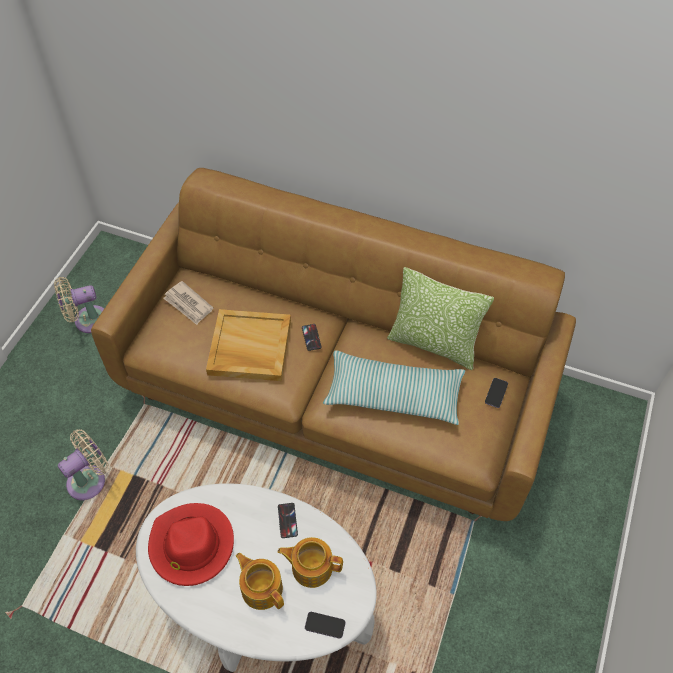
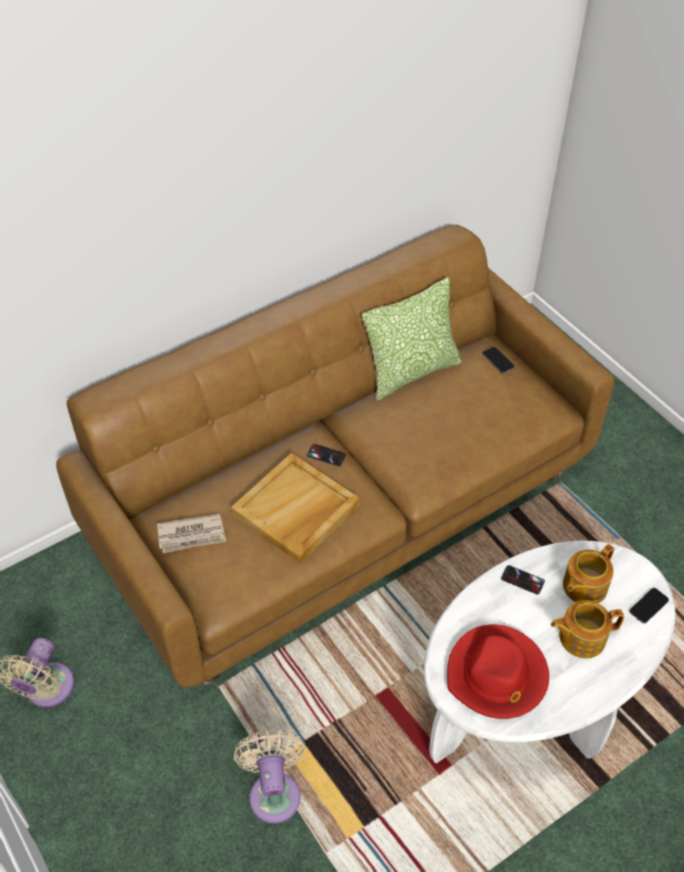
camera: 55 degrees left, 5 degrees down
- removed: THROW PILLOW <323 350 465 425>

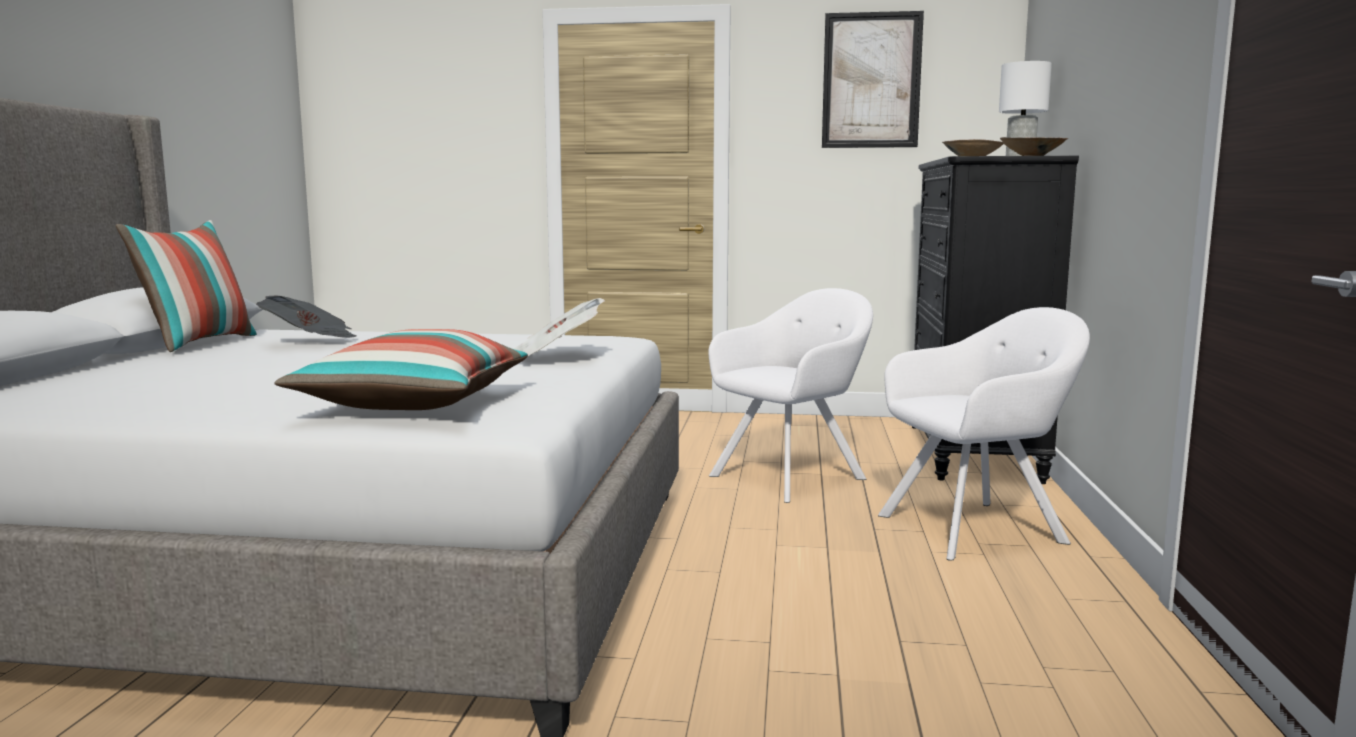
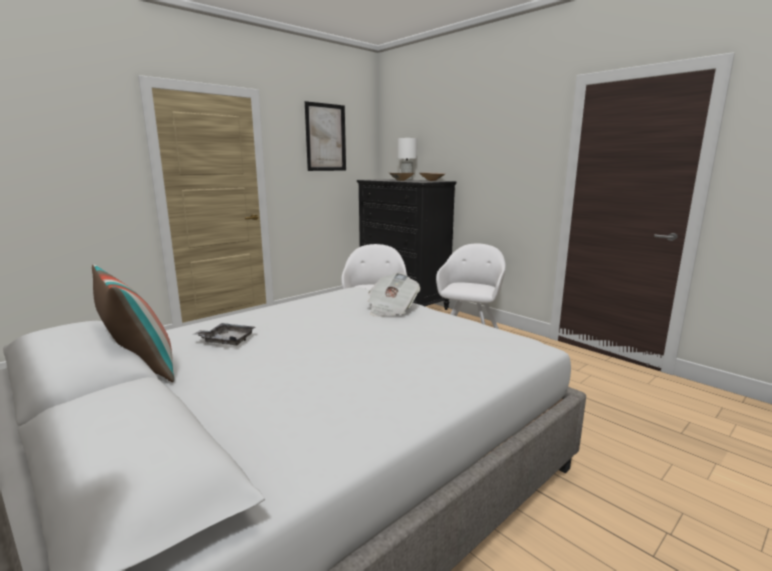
camera: 50 degrees left, 5 degrees up
- replaced: DAILY PAPER <256 296 356 338> to GRAY SERVING TRAY <193 323 255 346>
- removed: THROW PILLOW <274 329 528 410>

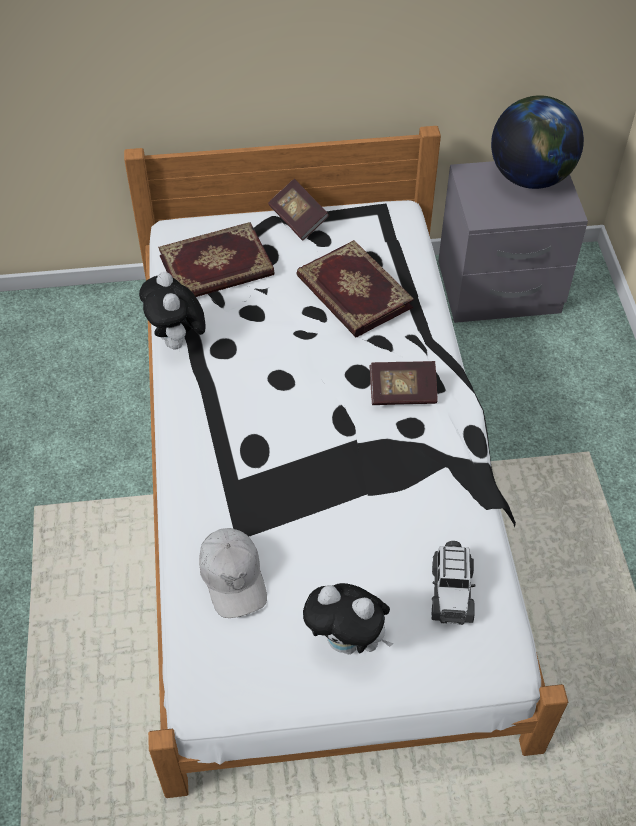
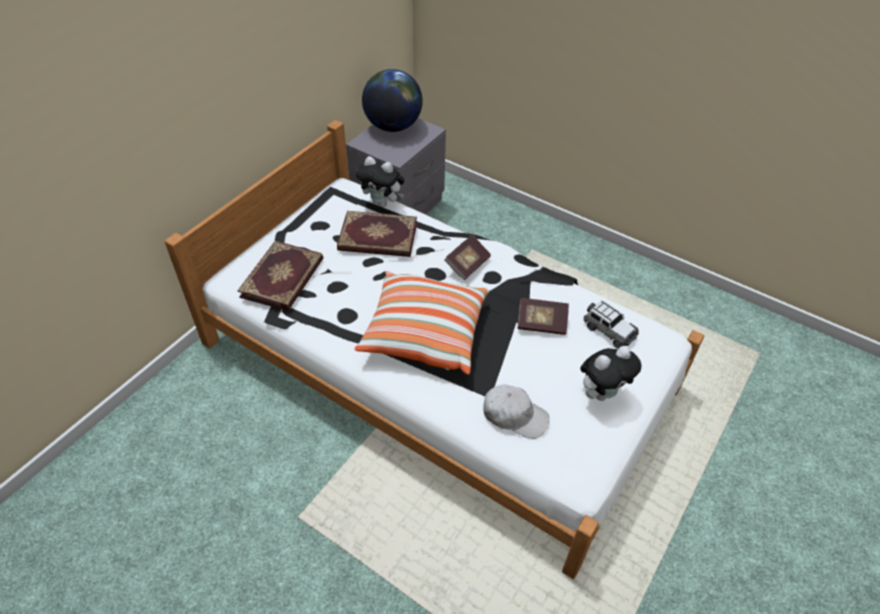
camera: 50 degrees left, 5 degrees down
- added: THROW PILLOW <354 271 488 375>
- moved: CUDDLY TOY <139 272 206 352> to <356 156 404 207>
- moved: VOLUME <268 179 329 241> to <518 298 569 335>

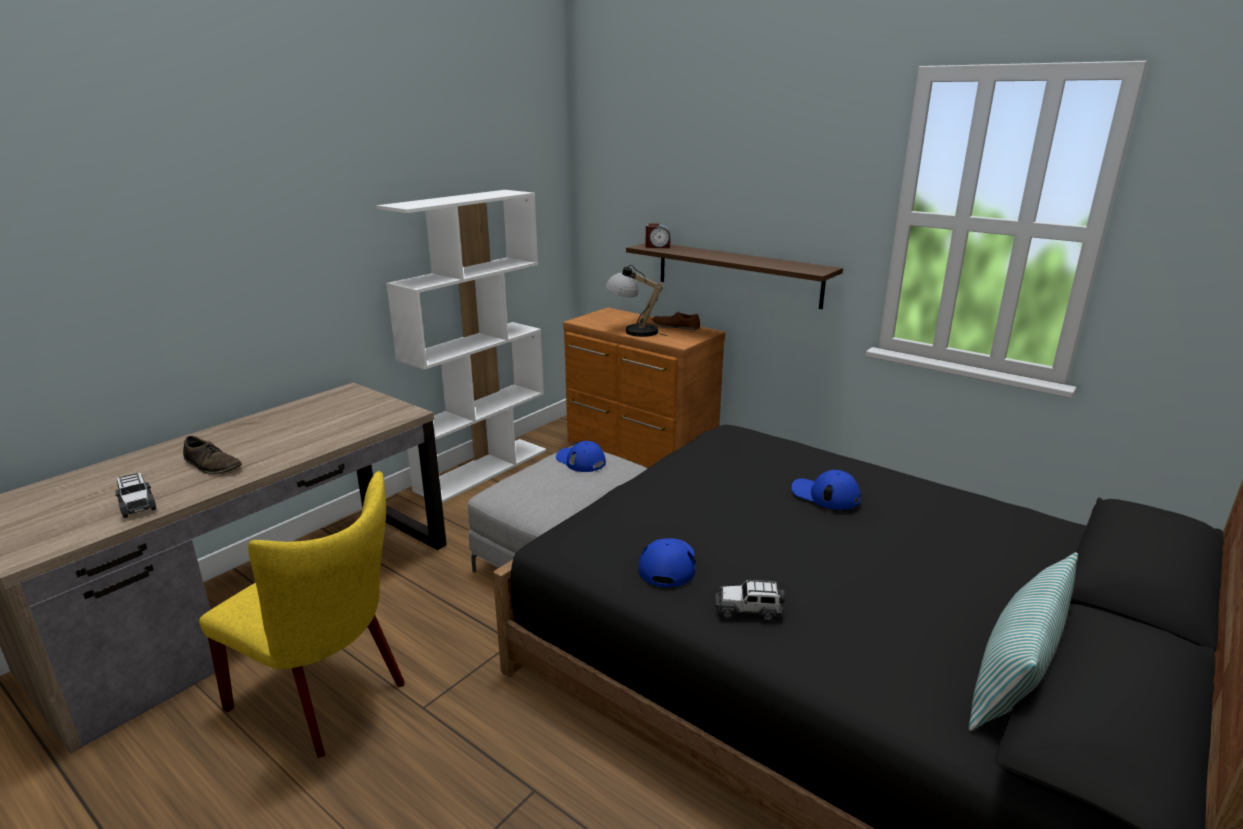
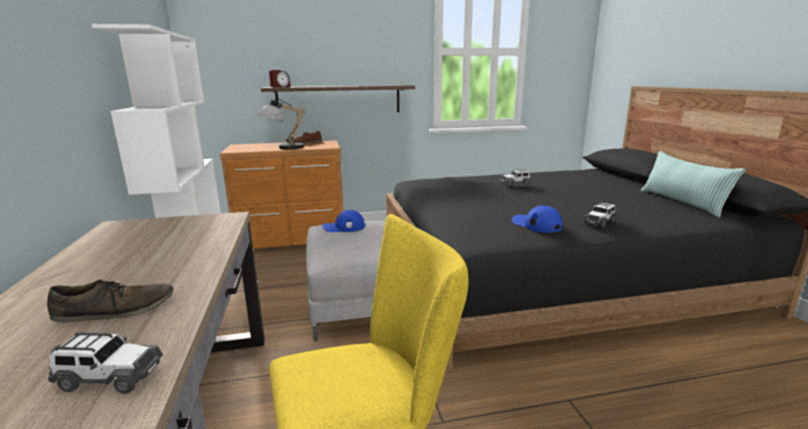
camera: 50 degrees left, 5 degrees down
- replaced: BLUE-COLOURED CAP <792 470 861 510> to MINIATURE CAR <500 169 531 186>

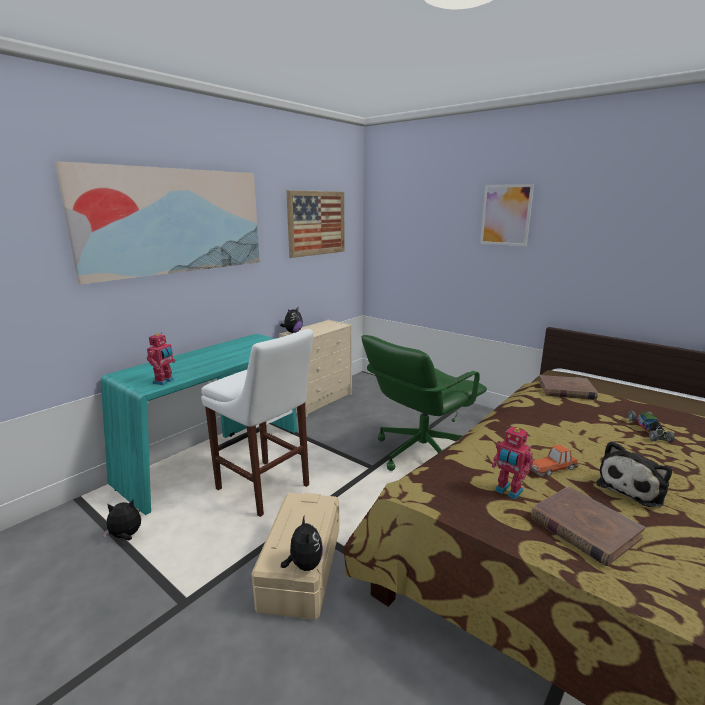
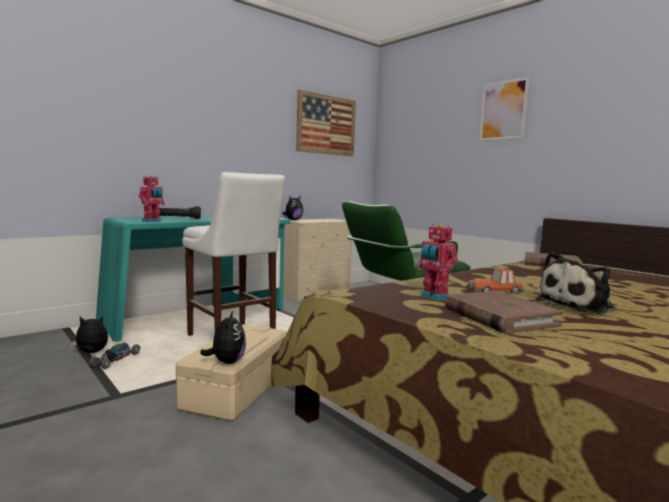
camera: 10 degrees right, 10 degrees down
- moved: MINIATURE CAR <628 411 675 442> to <89 342 140 369>
- added: BLACK TORCH <160 206 201 219>
- removed: WALL PICTURE <55 161 260 284>

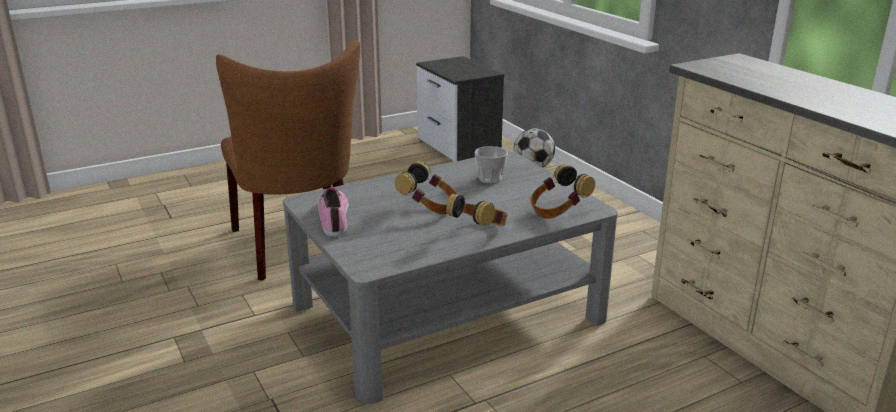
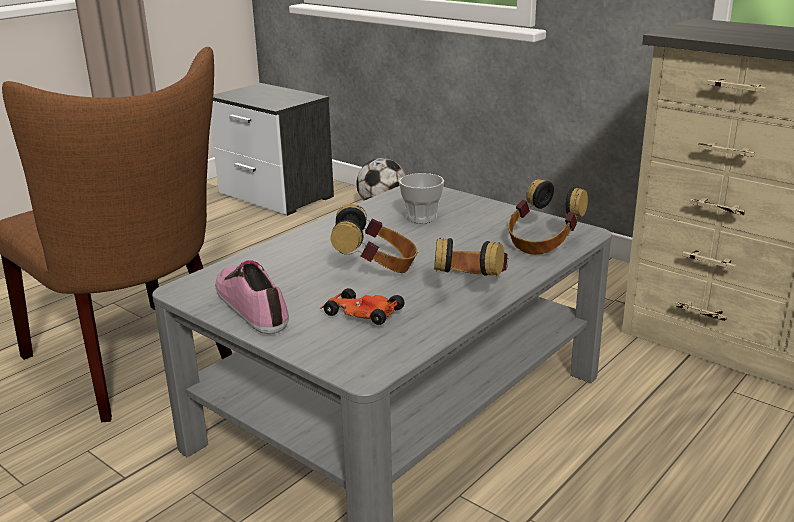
camera: 20 degrees left, 0 degrees up
- added: MINIATURE CAR <319 288 405 325>

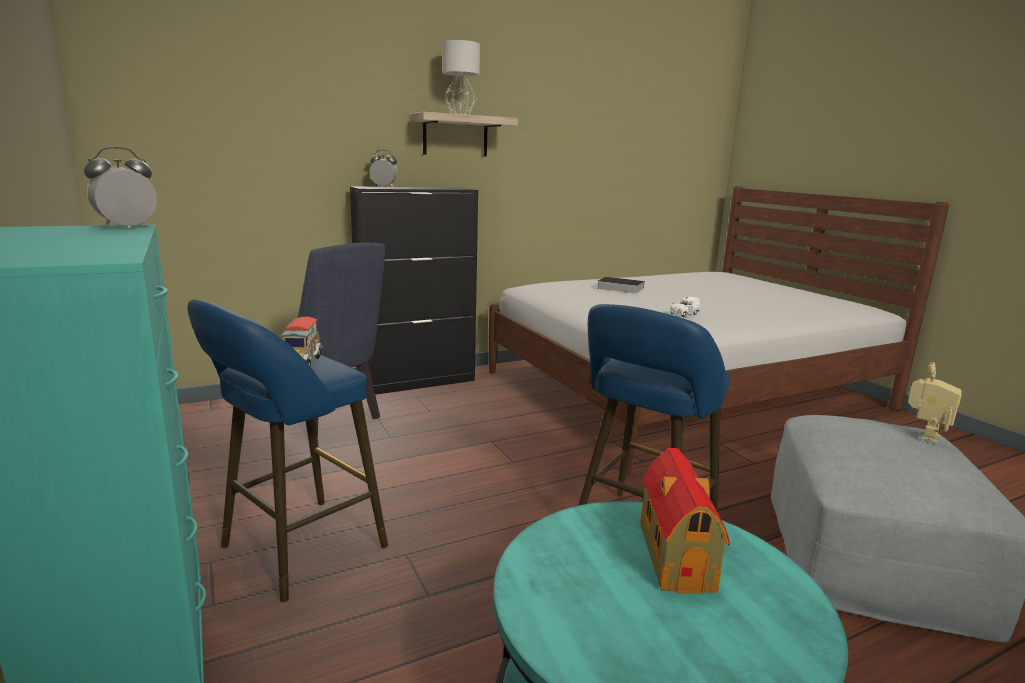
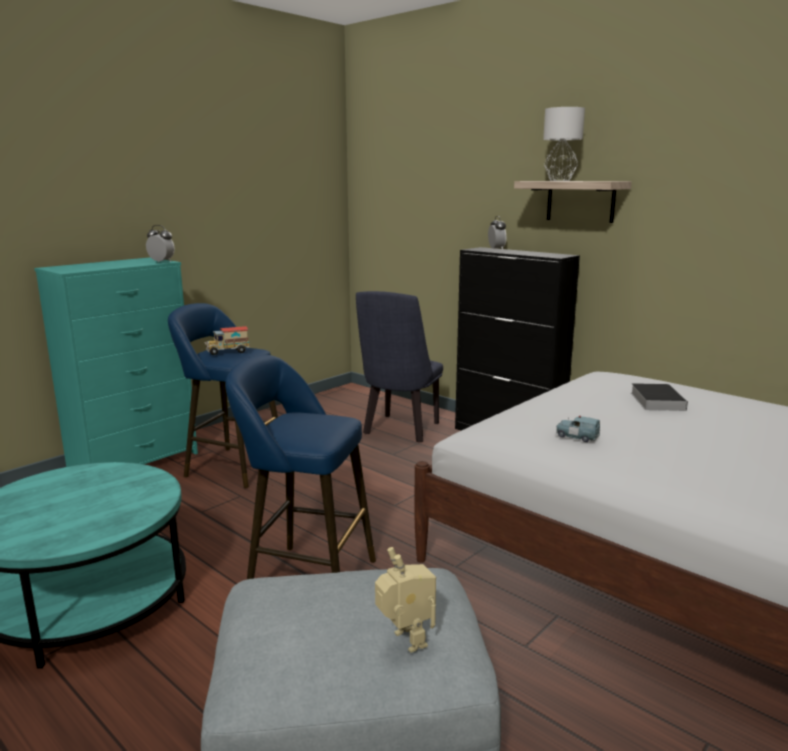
camera: 70 degrees right, 0 degrees up
- turned: MODEL ROBOT <908 362 962 444> = <375 547 436 653> 135 degrees counterclockwise
- recoloured: WHITE MINIATURE CAR <670 297 700 317> to BLUE-COLOURED MINIATURE CAR <556 415 600 442>
- removed: TOY HOUSE <640 448 730 594>

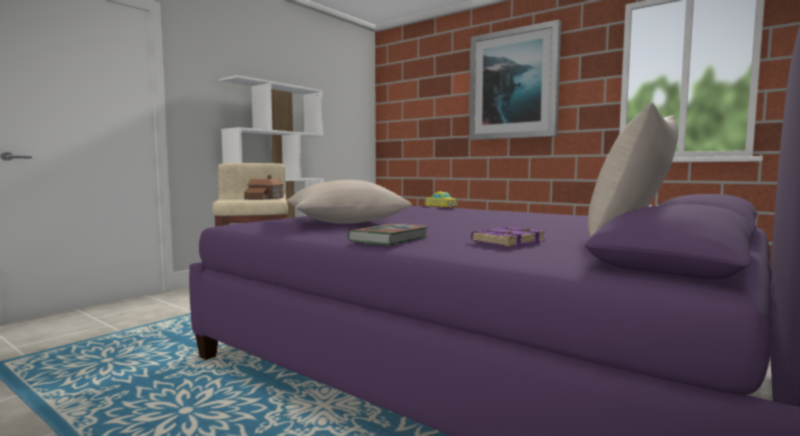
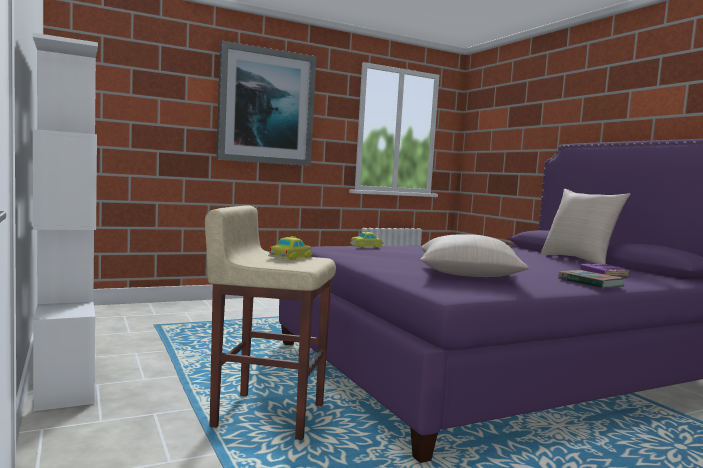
camera: 65 degrees left, 0 degrees up
- replaced: TOY HOUSE <244 175 284 200> to MINIATURE CAR <268 236 312 260>

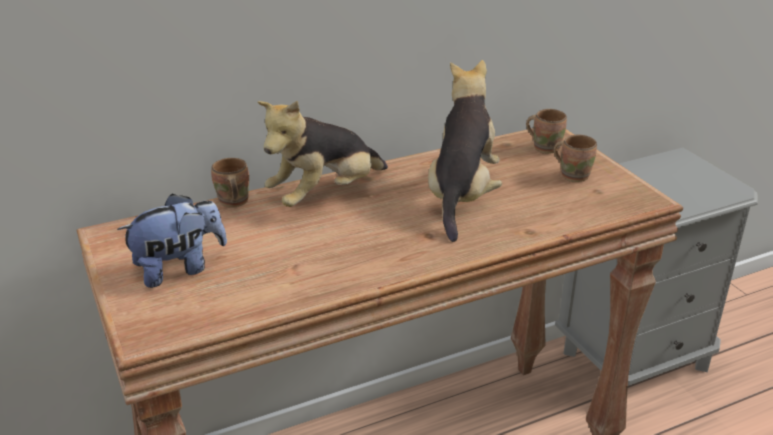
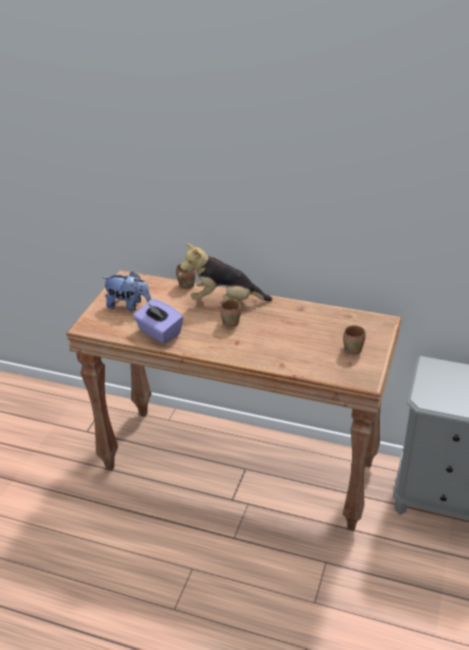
camera: 45 degrees right, 5 degrees up
- added: PURPLE TISSUE BOX <133 299 183 344>
- moved: BROWNISH MUG <526 109 567 154> to <220 299 241 328>
- removed: CUDDLY TOY <428 60 502 242>

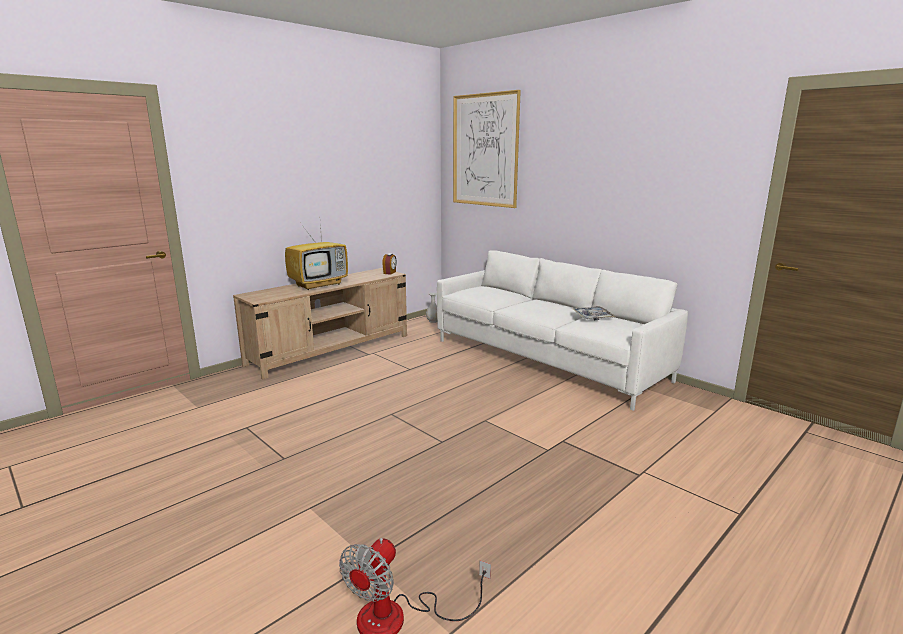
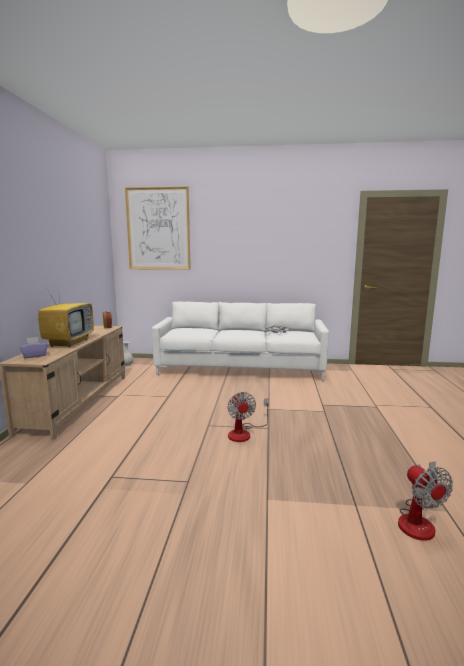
camera: 40 degrees left, 5 degrees down
- added: PURPLE TISSUE BOX <20 337 48 358>
- added: ELECTRIC FAN <227 392 269 442>

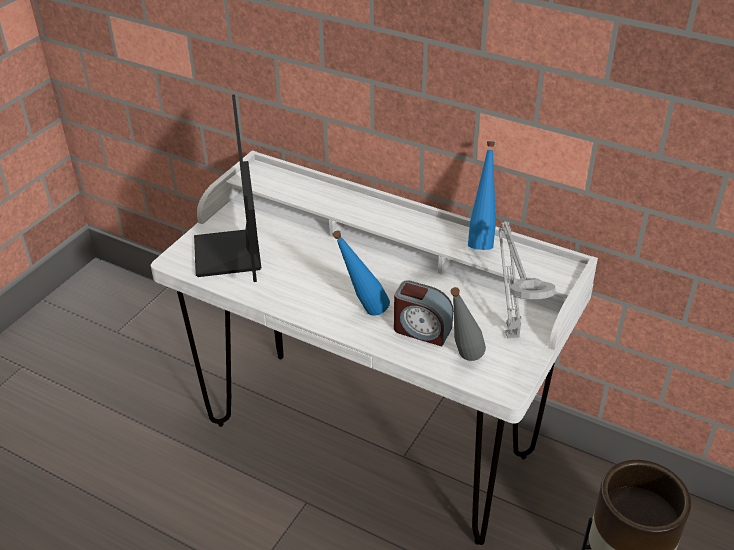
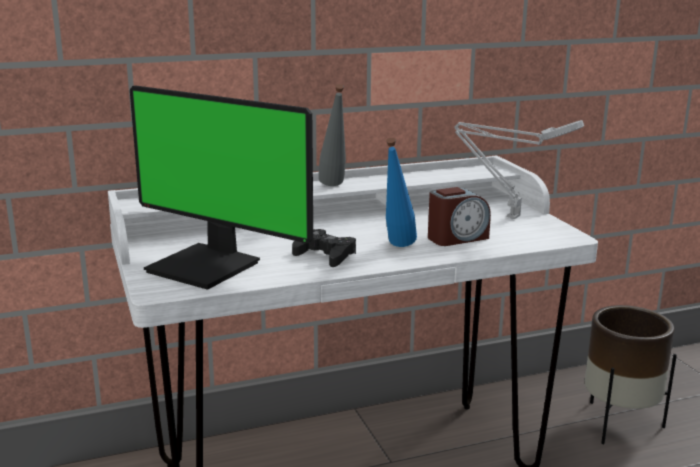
camera: 50 degrees left, 20 degrees down
- added: BLACK GAMEPAD <292 229 356 267>
- moved: GRAY BOTTLE <450 287 486 361> to <318 84 346 186>
- removed: BLUE-COLOURED BOTTLE <468 141 496 250>

